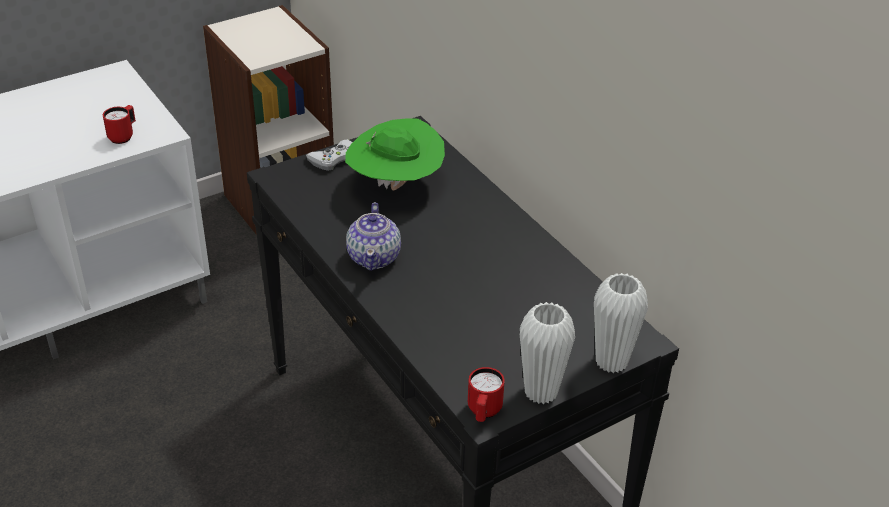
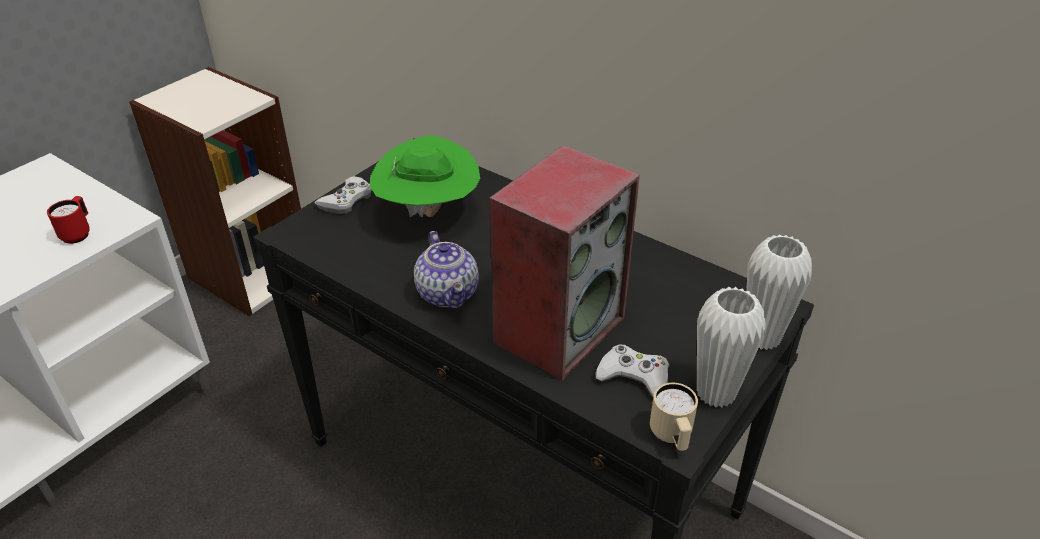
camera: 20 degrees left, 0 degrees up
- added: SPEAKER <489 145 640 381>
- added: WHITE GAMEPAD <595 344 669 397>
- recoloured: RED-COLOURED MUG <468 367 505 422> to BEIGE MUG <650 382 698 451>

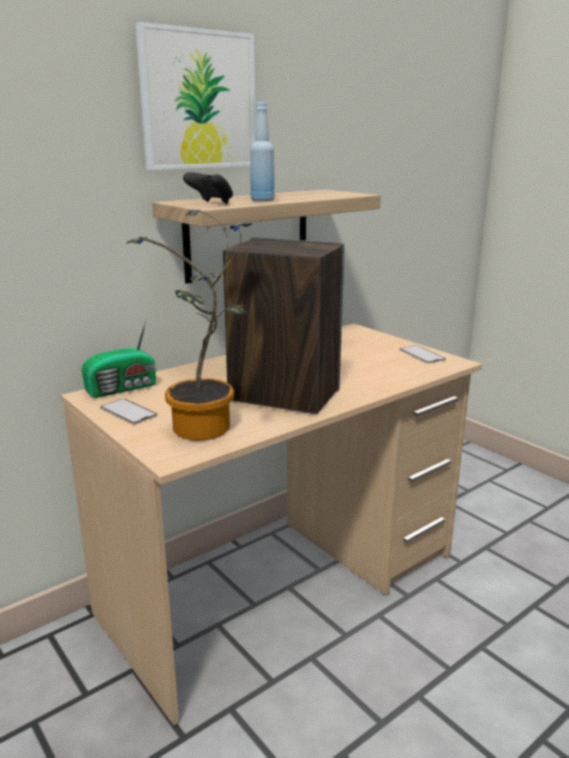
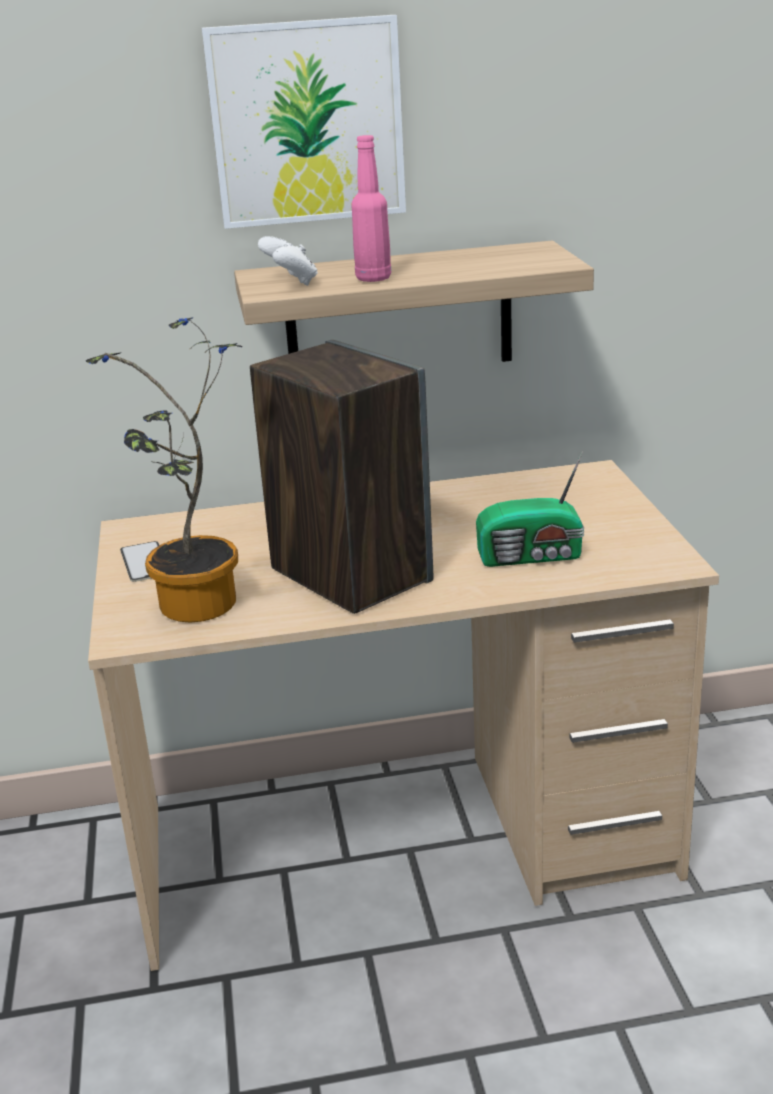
camera: 30 degrees right, 5 degrees up
- recoloured: BLACK GAMEPAD <183 172 233 204> to WHITE GAMEPAD <258 236 318 286>
- recoloured: BLUE-COLOURED BOTTLE <250 102 275 202> to PINKISH BOTTLE <351 135 391 282>
- moved: RADIO RECEIVER <82 316 157 398> to <476 451 584 567>
- removed: PHONE <400 345 446 363>

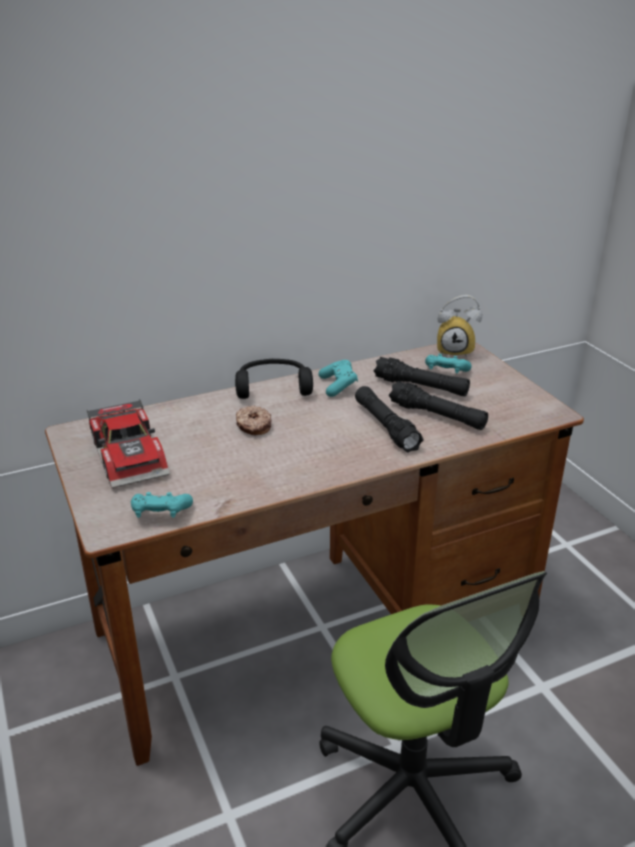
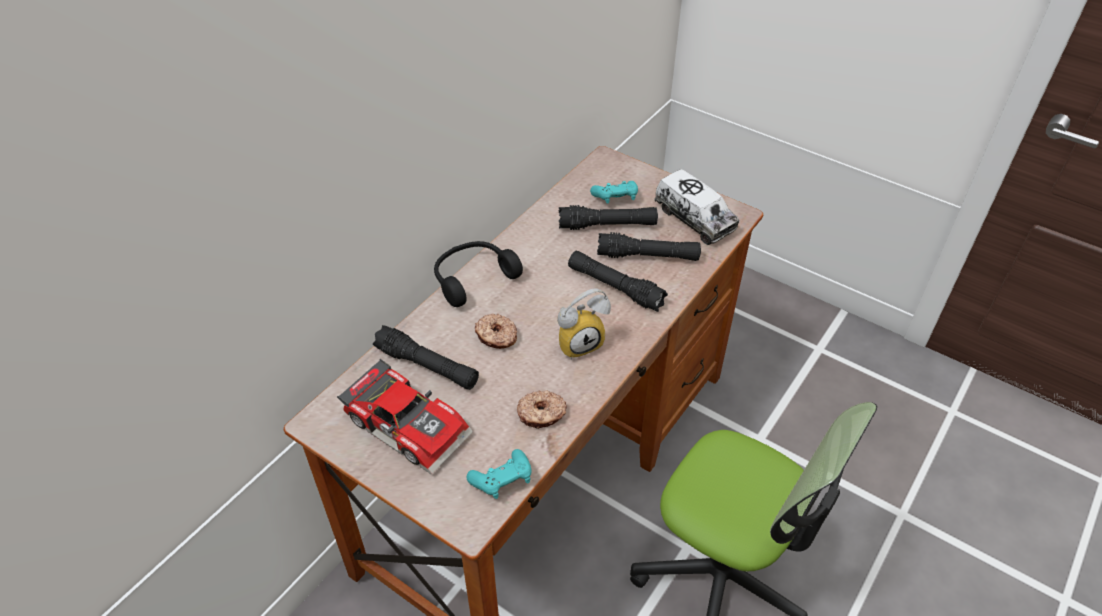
camera: 30 degrees left, 15 degrees up
- added: BLACK TORCH <373 325 479 390>
- added: RING DOUGHNUT <517 390 567 429>
- moved: BEDSIDE CLOCK <437 295 482 358> to <557 288 611 359>
- added: TOY LORRY <654 169 739 245>
- removed: TURQUOISE-COLOURED GAMEPAD <319 360 358 397>

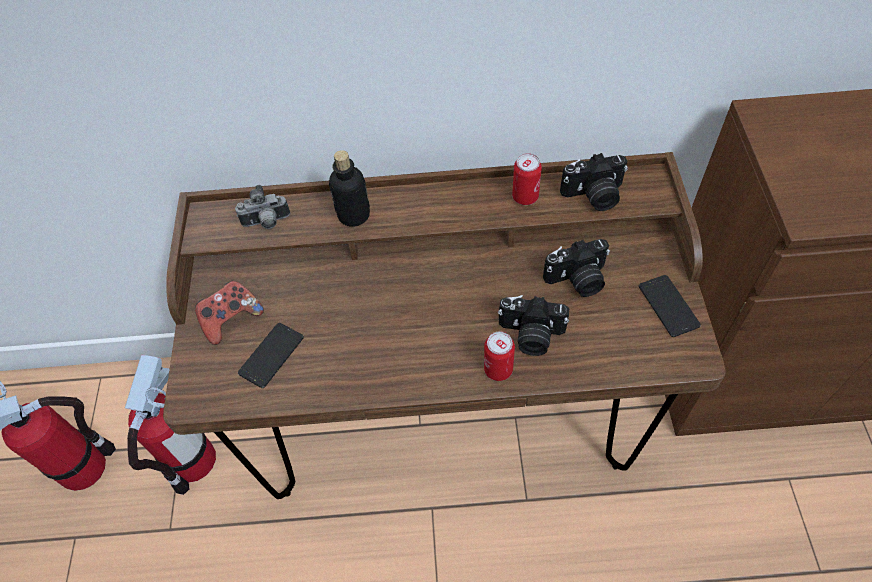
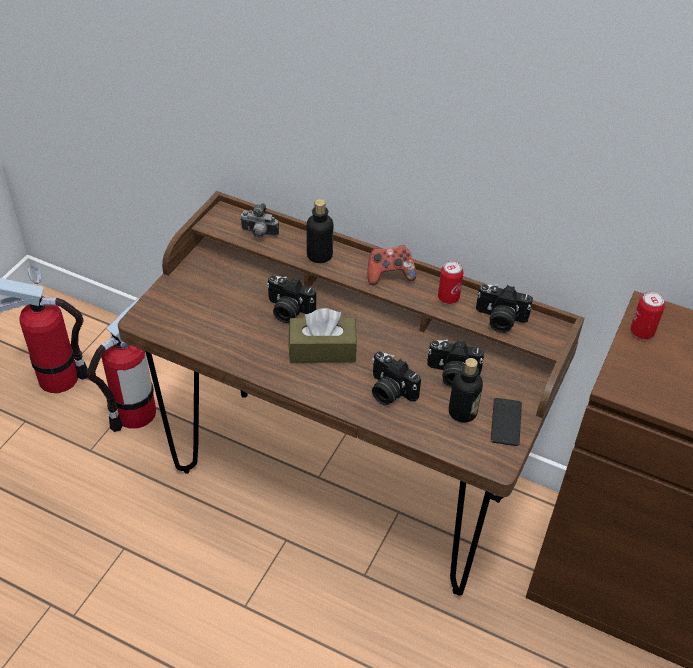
camera: 25 degrees right, 10 degrees down
- added: STILL CAMERA <266 275 316 323>
- added: BROWNISH TISSUE BOX <289 308 357 363>
- moved: GAMEPAD <195 281 264 345> to <368 245 416 285>
- added: BOTTLE <449 358 483 423>
- moved: METAL CAN <484 332 515 381> to <630 291 665 339>
- removed: PHONE <238 323 304 388>

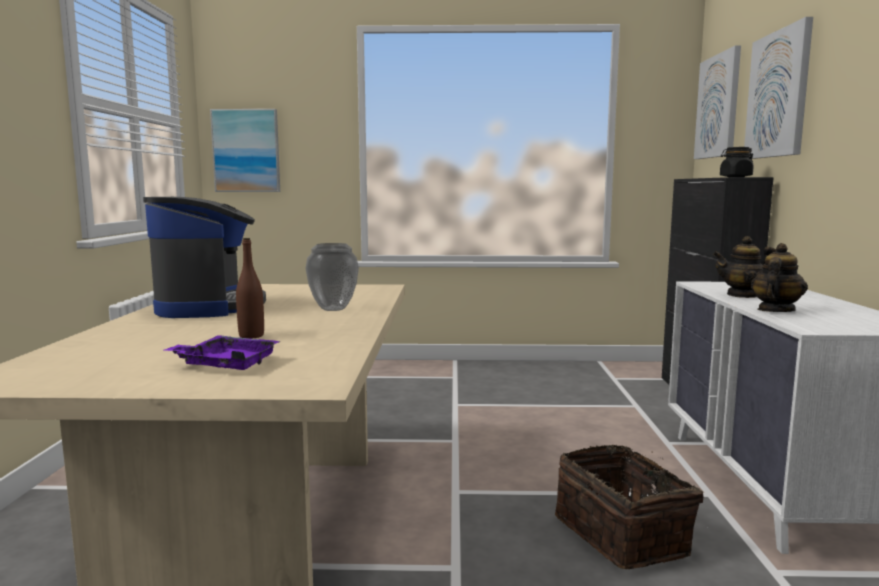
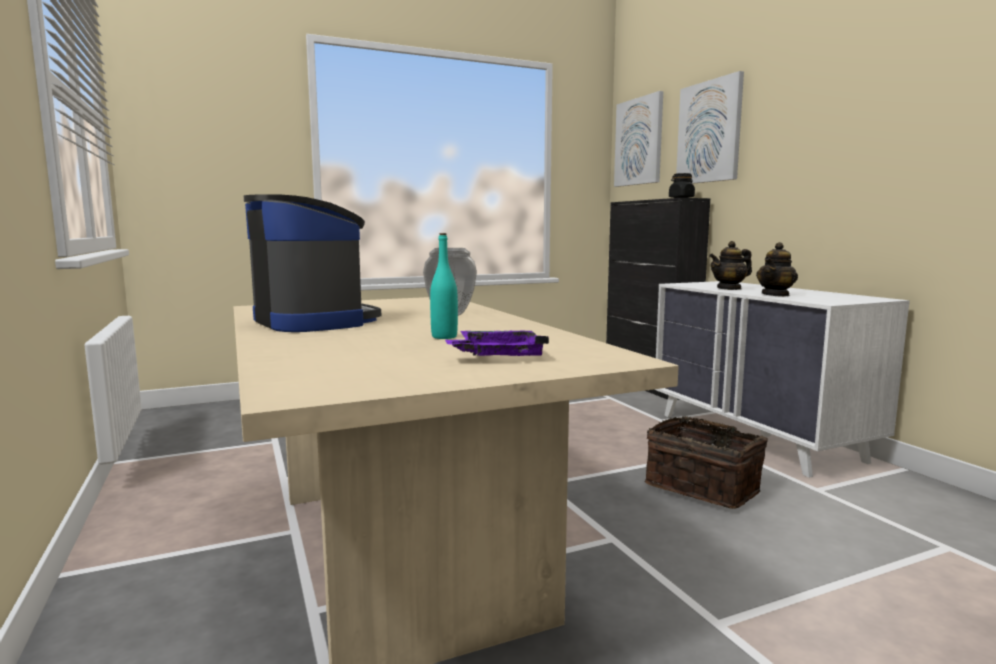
camera: 25 degrees left, 0 degrees up
- recoloured: BROWNISH BOTTLE <236 238 264 339> to TURQUOISE-COLOURED BOTTLE <430 233 458 339>
- turned: POT FOR TEA <751 243 808 312> = <756 242 798 297> 150 degrees counterclockwise
- removed: WALL PICTURE <210 109 280 192>

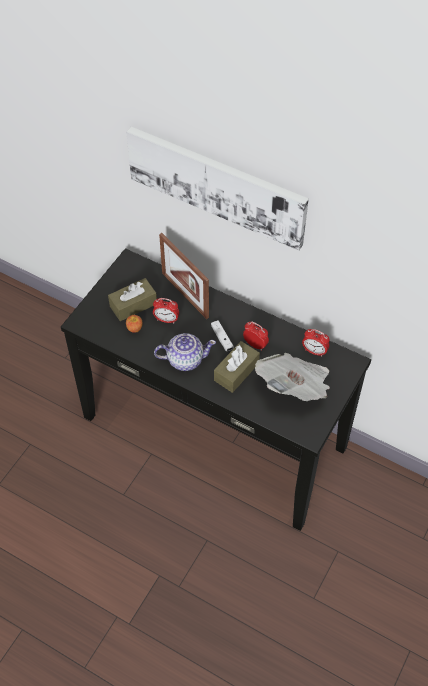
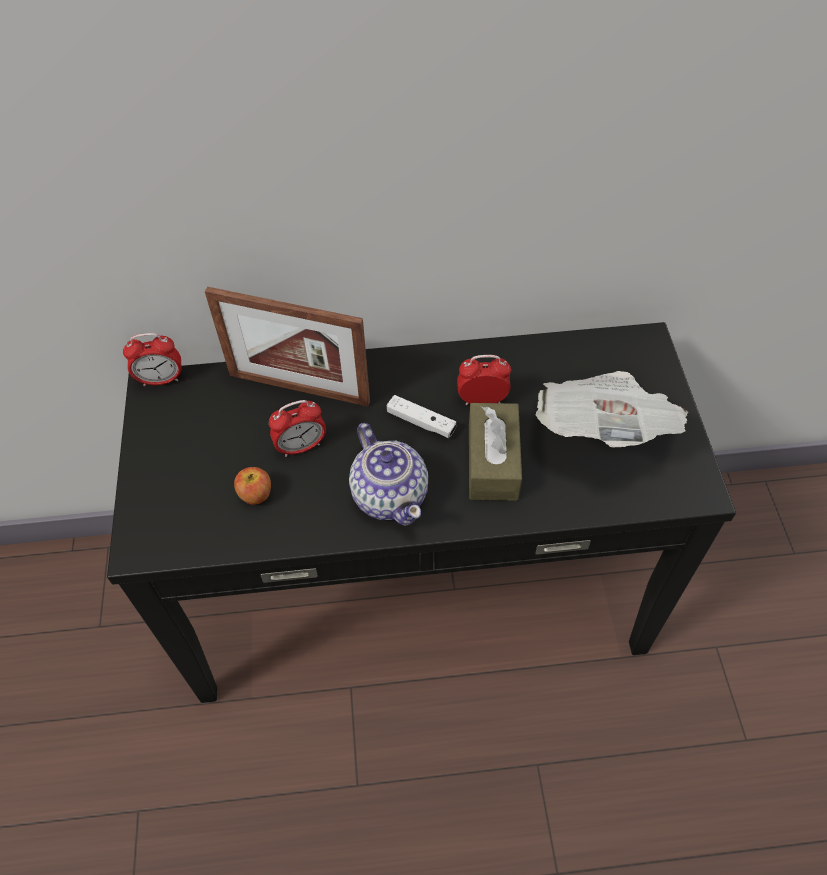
camera: 35 degrees left, 0 degrees up
- moved: BEDSIDE CLOCK <302 329 330 357> to <123 333 182 386>
- turned: POT FOR TEA <154 333 216 371> = <349 423 428 526> 105 degrees clockwise
- removed: BROWNISH TISSUE BOX <108 278 157 321>
- removed: WALL PICTURE <126 127 309 250>

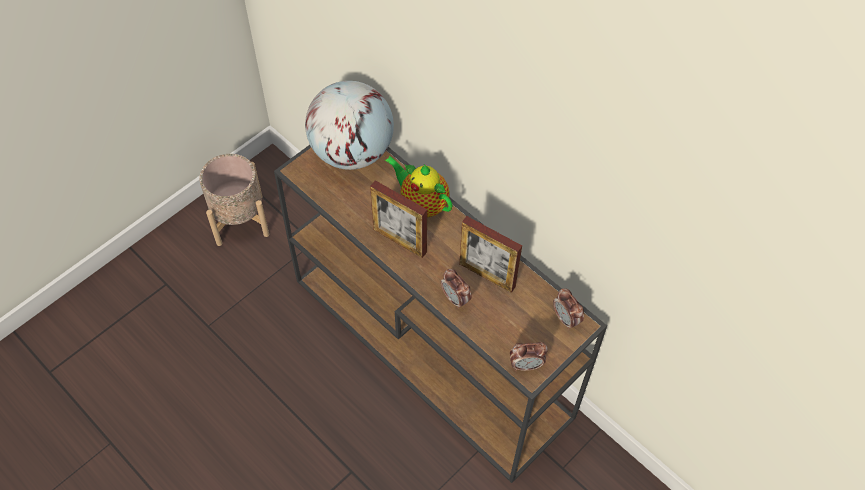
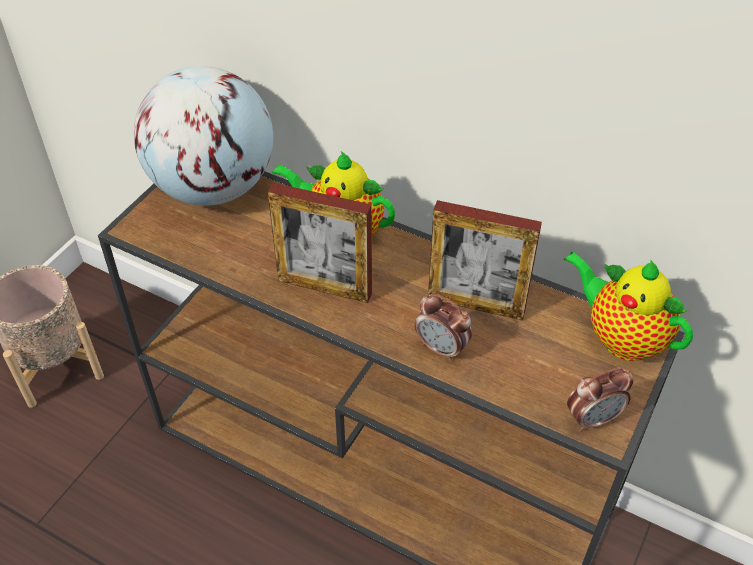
camera: 15 degrees left, 10 degrees down
- replaced: BEDSIDE CLOCK <553 288 584 329> to POT FOR TEA <564 251 693 361>

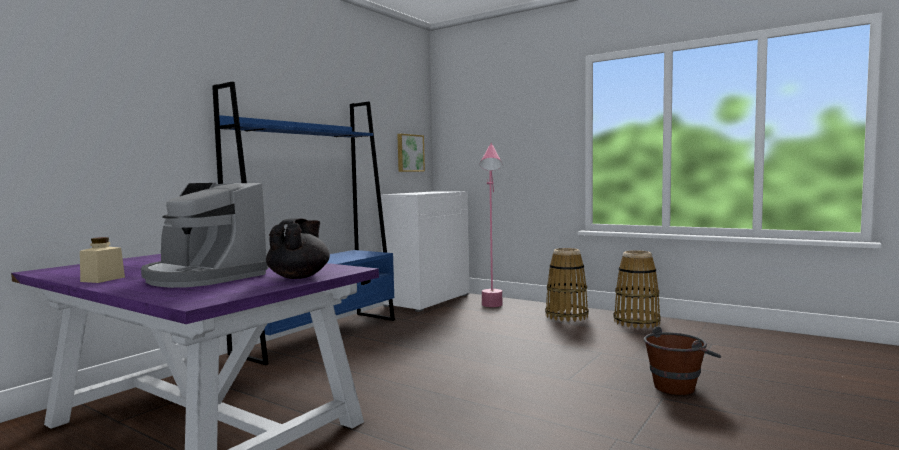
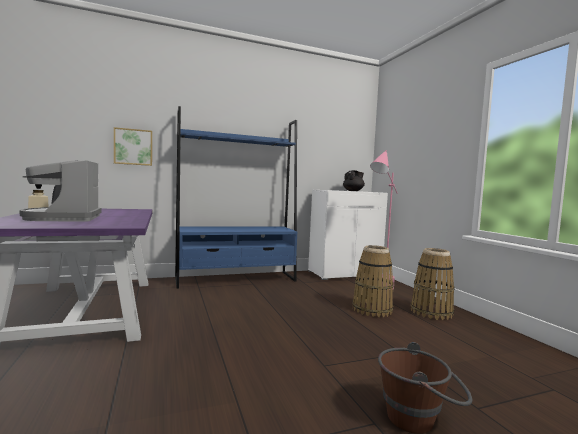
camera: 35 degrees right, 0 degrees up
- moved: WALL PICTURE <397 134 425 172> to <114 127 152 166>
- moved: BLACK POT FOR TEA <266 218 330 279> to <343 170 365 191>
- moved: HOUSEHOLD BASKET <613 250 661 329> to <352 245 394 317>

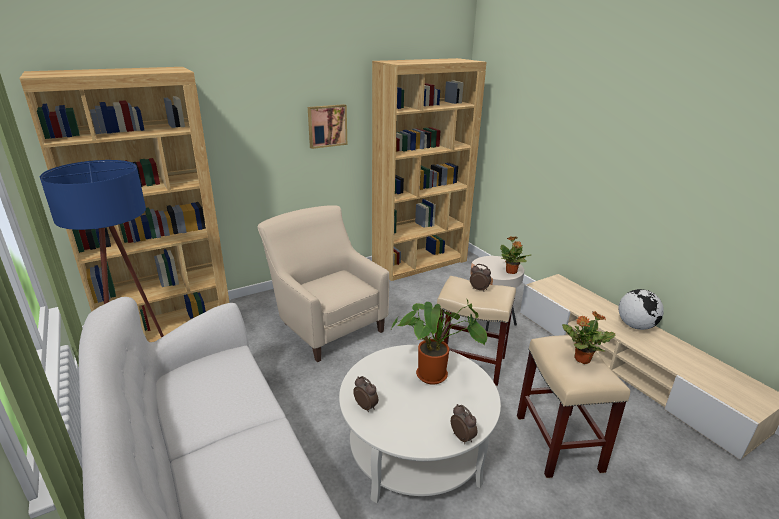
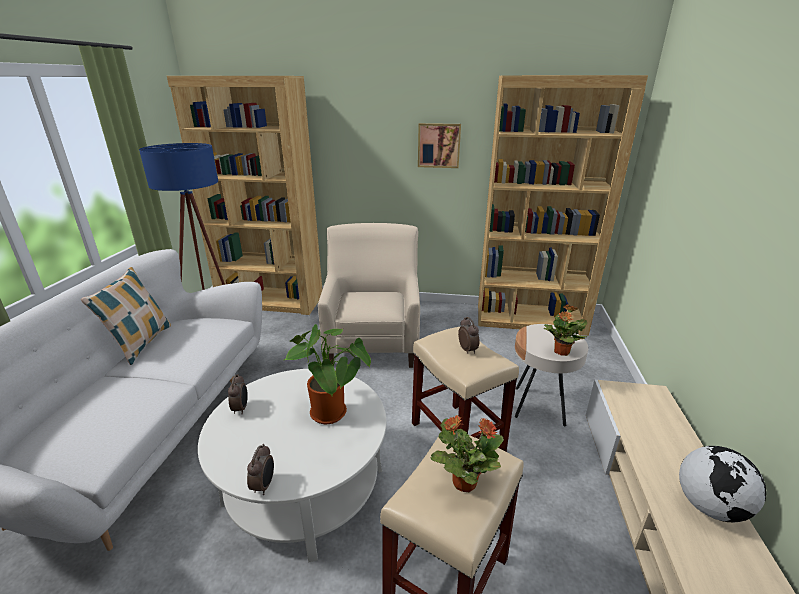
camera: 40 degrees right, 0 degrees up
- added: THROW PILLOW <81 267 171 365>

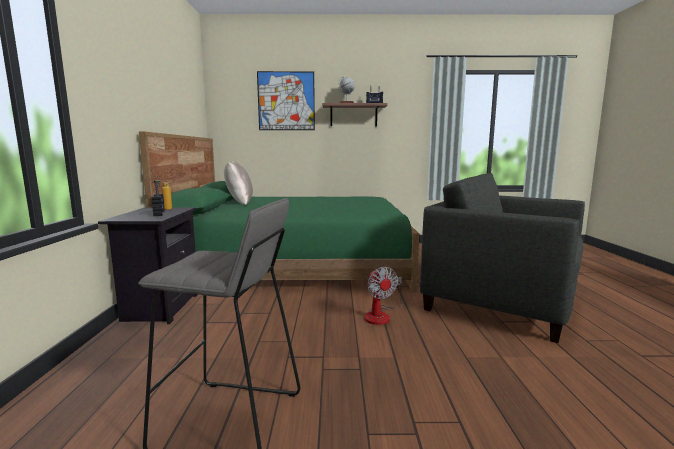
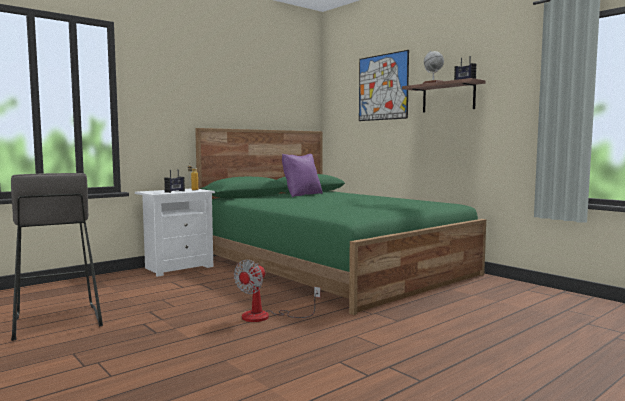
camera: 50 degrees right, 5 degrees down
- recoloured: BLACK BEDSIDE TABLE <98 208 198 324> to WHITE BEDSIDE TABLE <135 188 215 277>
- recoloured: BEIGE THROW PILLOW <224 161 253 205> to PURPLE THROW PILLOW <282 154 323 197>
- removed: GRAY EASY CHAIR <420 173 585 343>

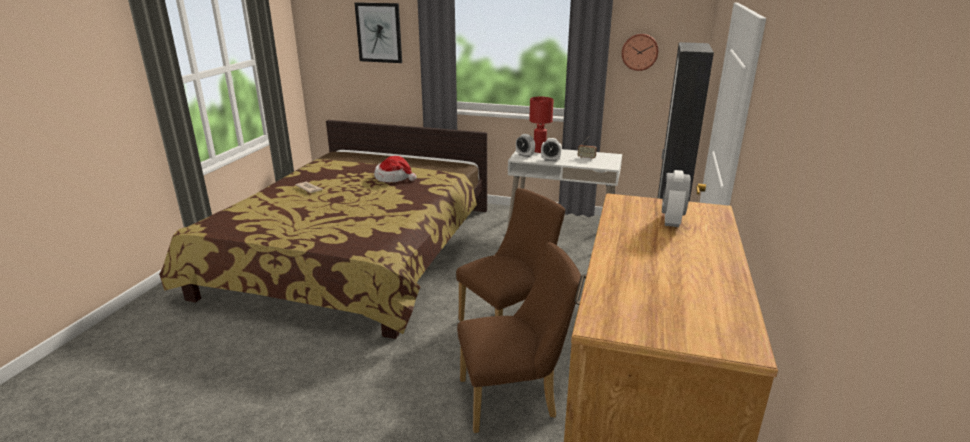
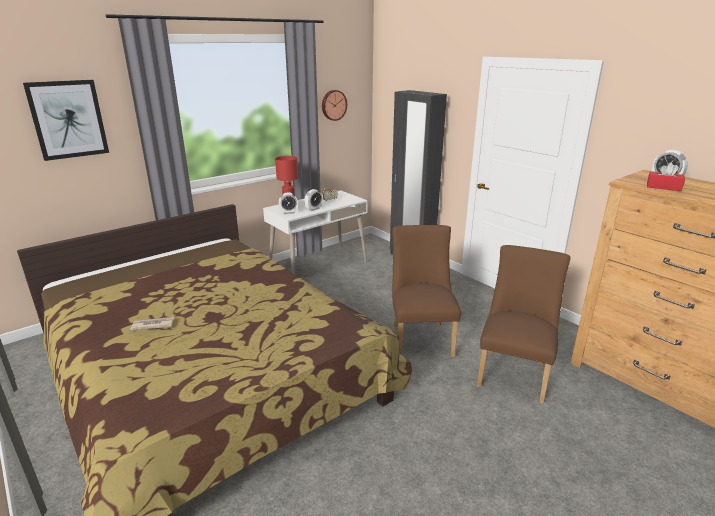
camera: 55 degrees left, 0 degrees up
- added: RED-COLOURED TISSUE BOX <647 162 685 191>
- removed: CLOTHING HAT <374 156 417 183>

